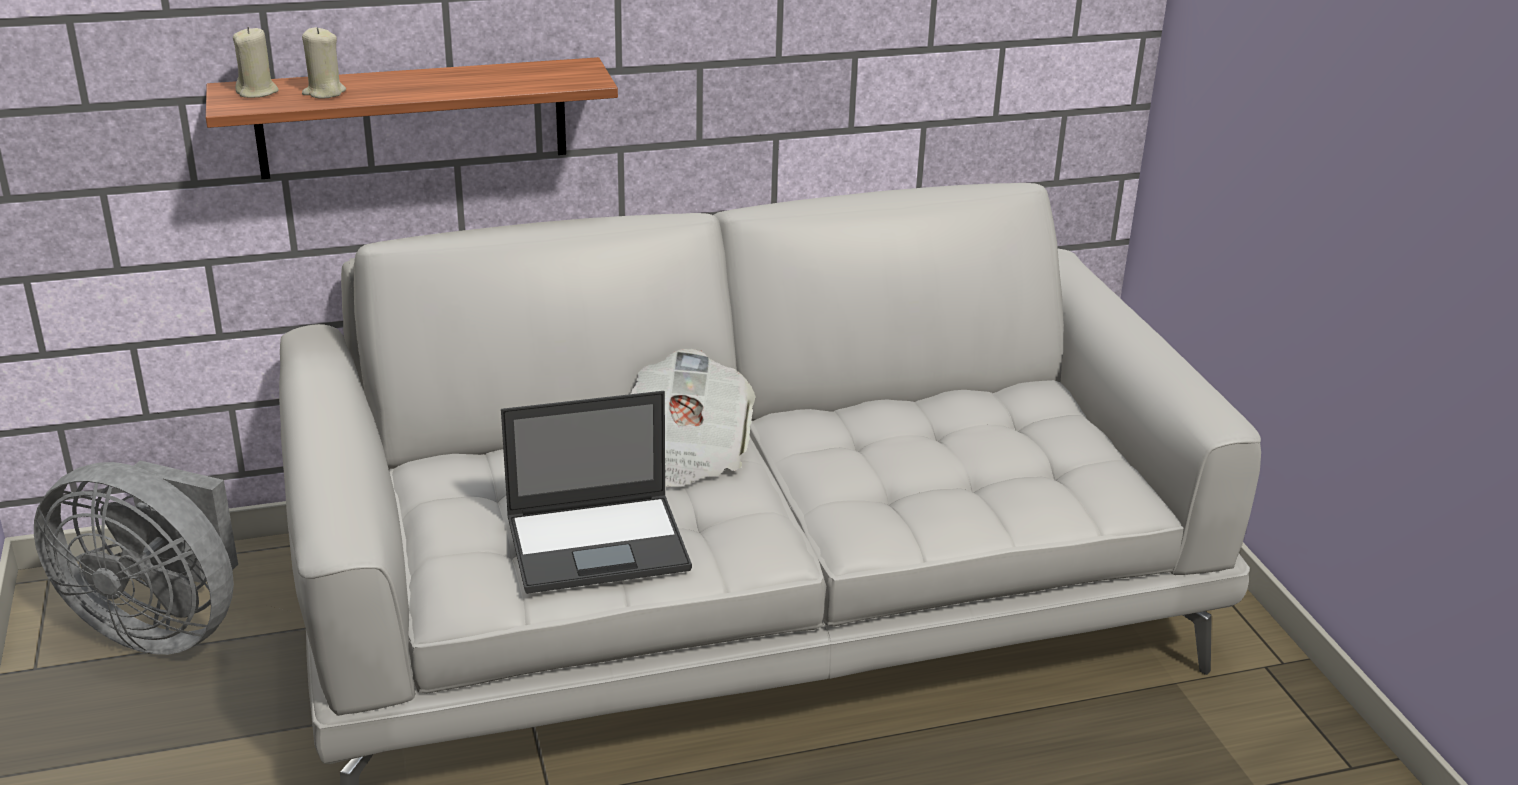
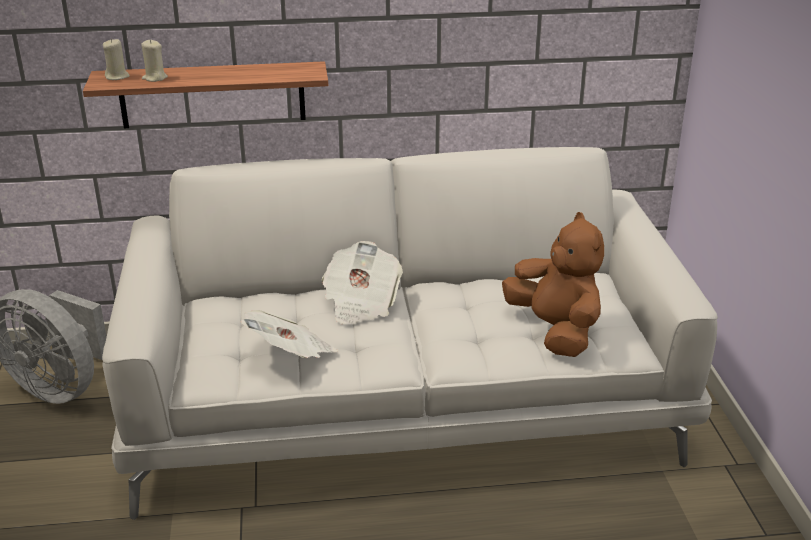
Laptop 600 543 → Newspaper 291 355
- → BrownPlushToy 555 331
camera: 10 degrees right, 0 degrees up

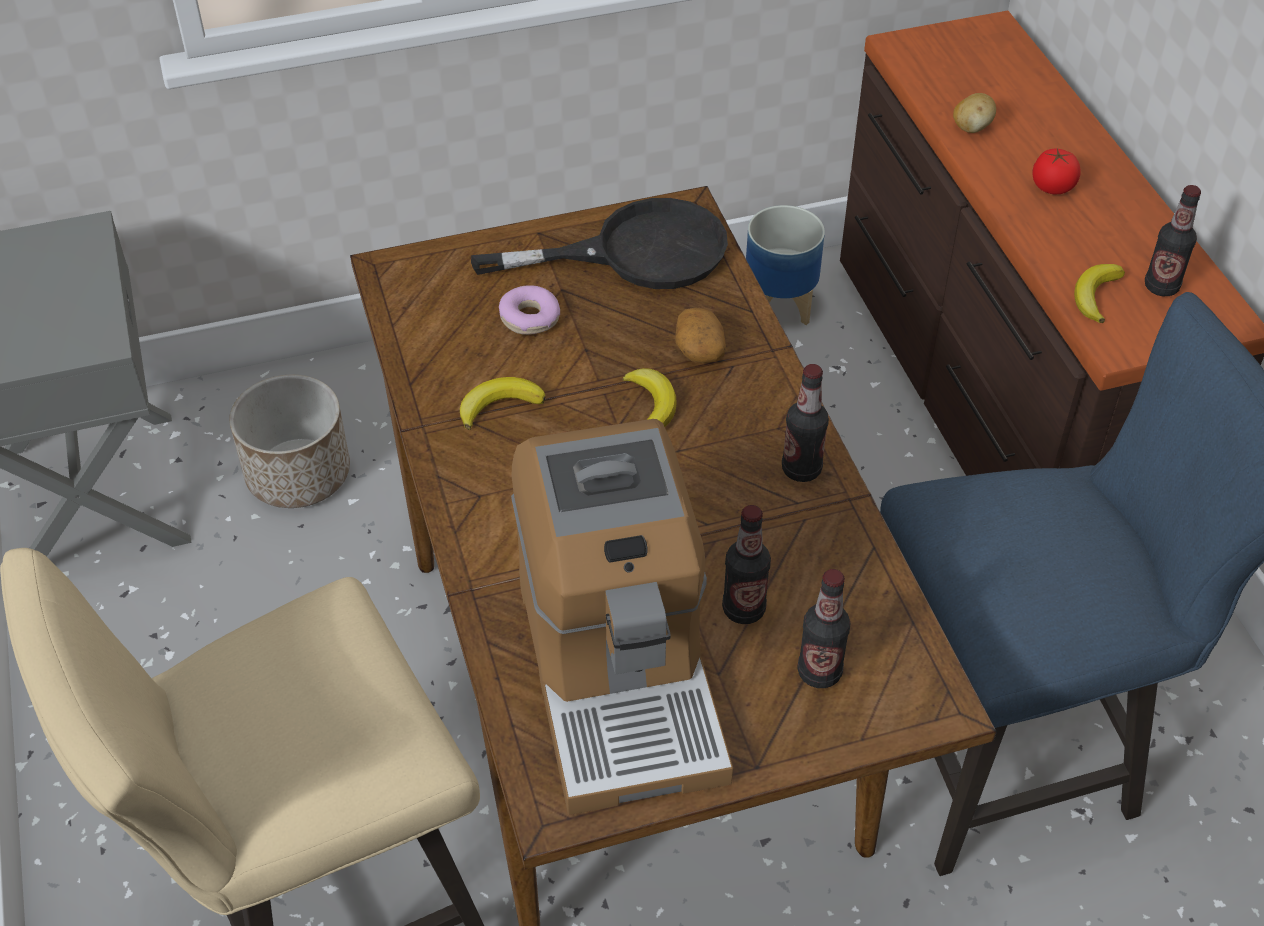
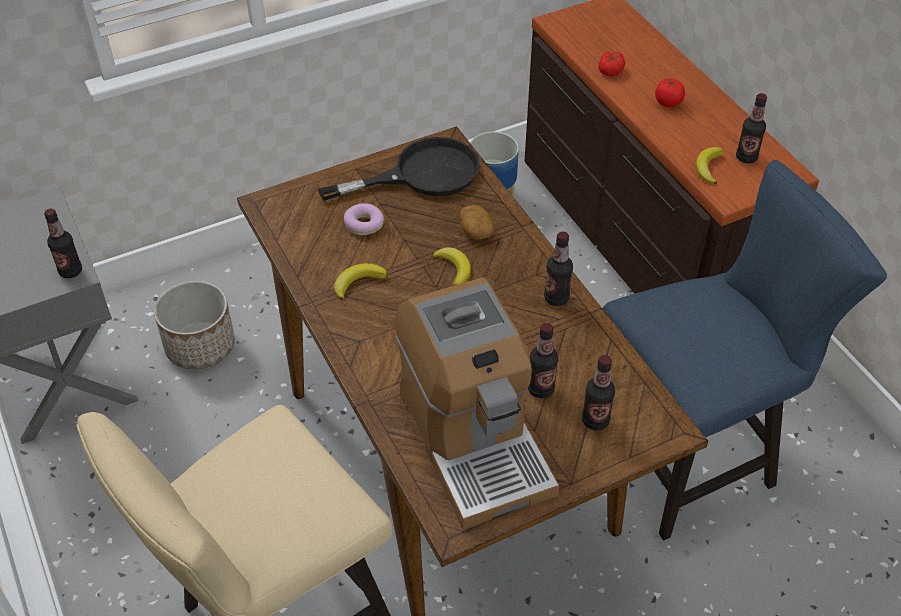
- → Bottle 70 271
Potato 972 128 → Tomato 611 70
camera: 10 degrees left, 0 degrees up

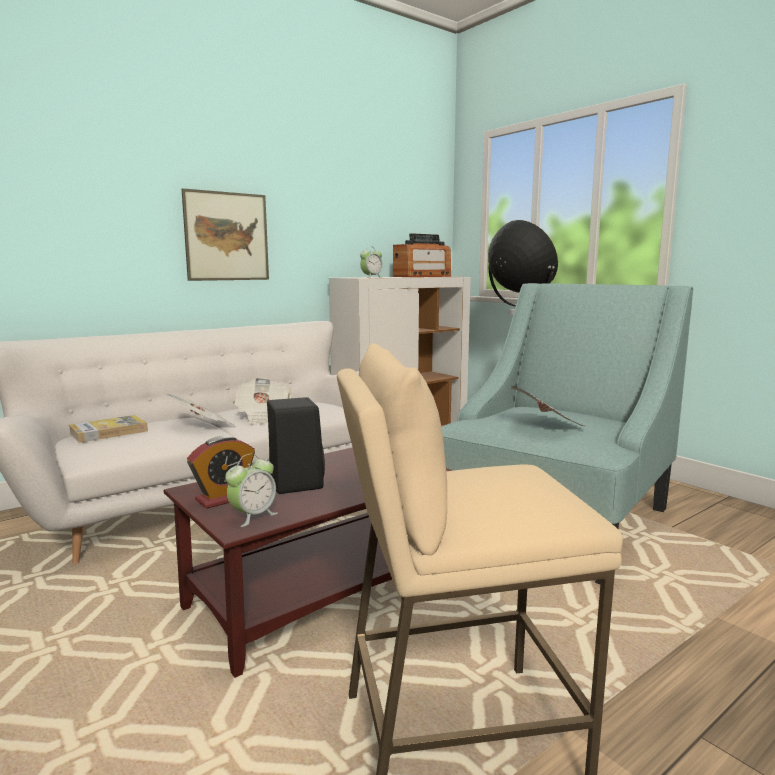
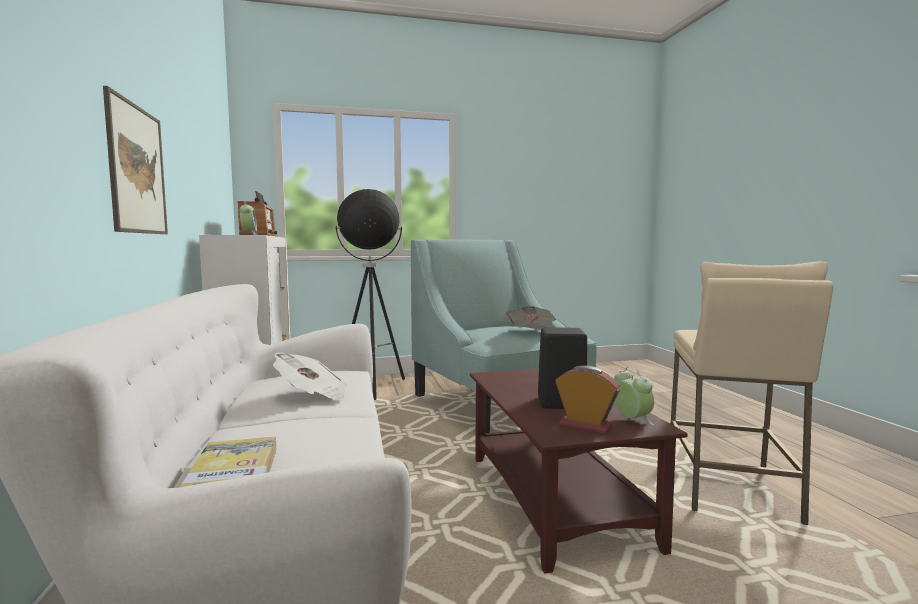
AlarmClock 224 498 → AlarmClock 585 426, 45 degrees counterclockwise
Newspaper 202 426 → -
camera: 65 degrees left, 5 degrees down

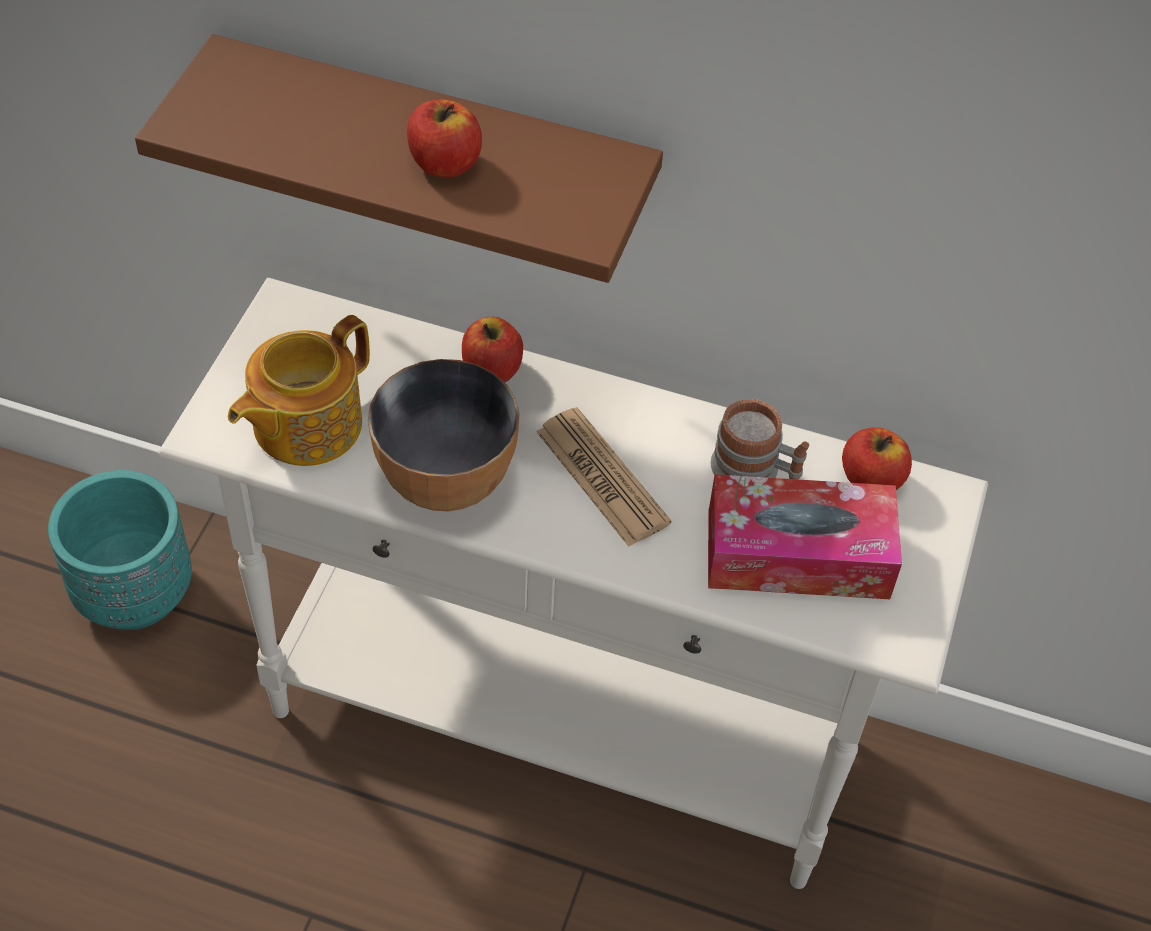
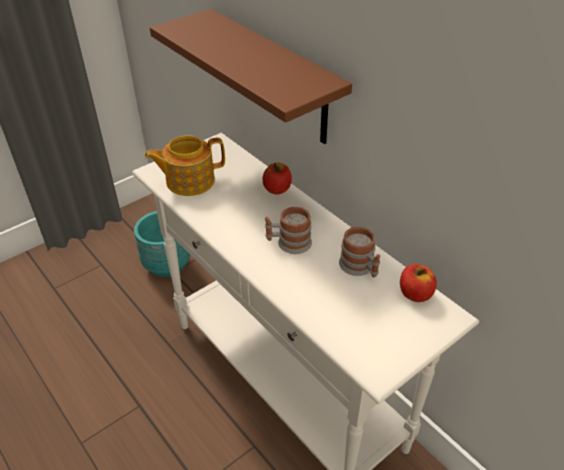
Newspaper 602 477 → Mug 288 243
Bowl 446 478 → -
Apple 444 163 → -
TissueBox 797 554 → -
camera: 35 degrees right, 10 degrees down

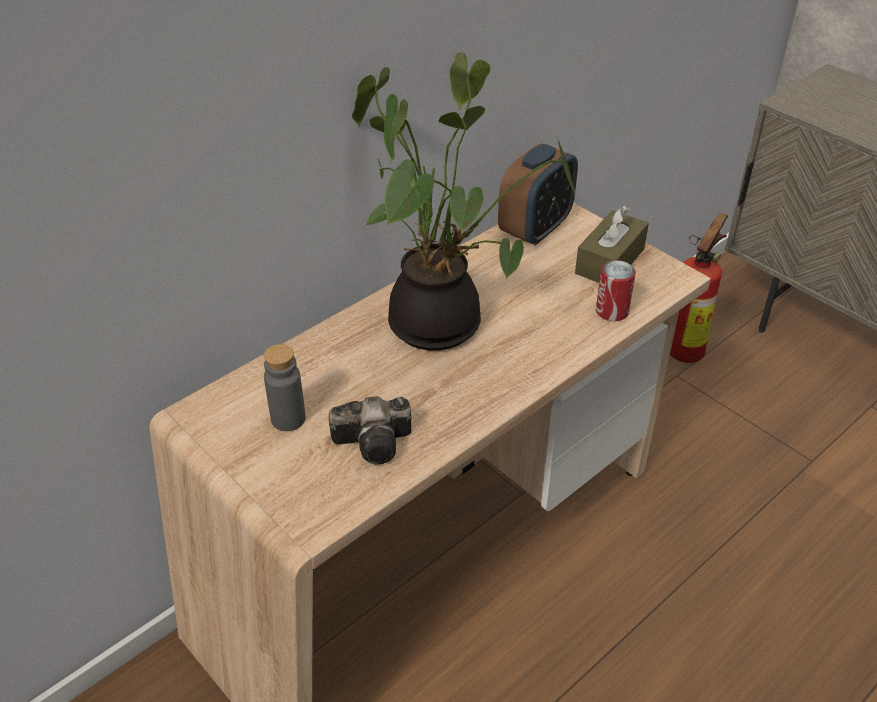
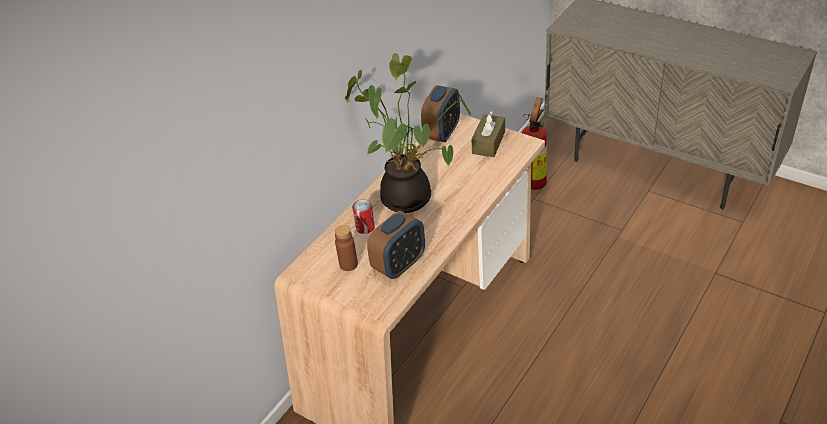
GreyBottle 288 419 → BrownBottle 348 264
Can 612 311 → Can 365 227, relocated
PhotoCamera 377 442 → AlarmClock 399 265
camera: 10 degrees left, 0 degrees up

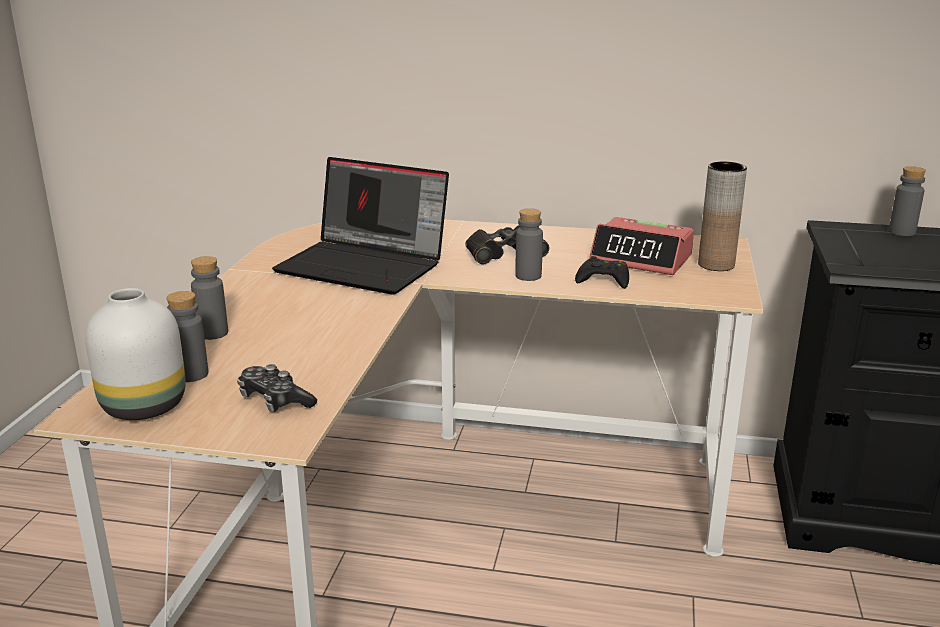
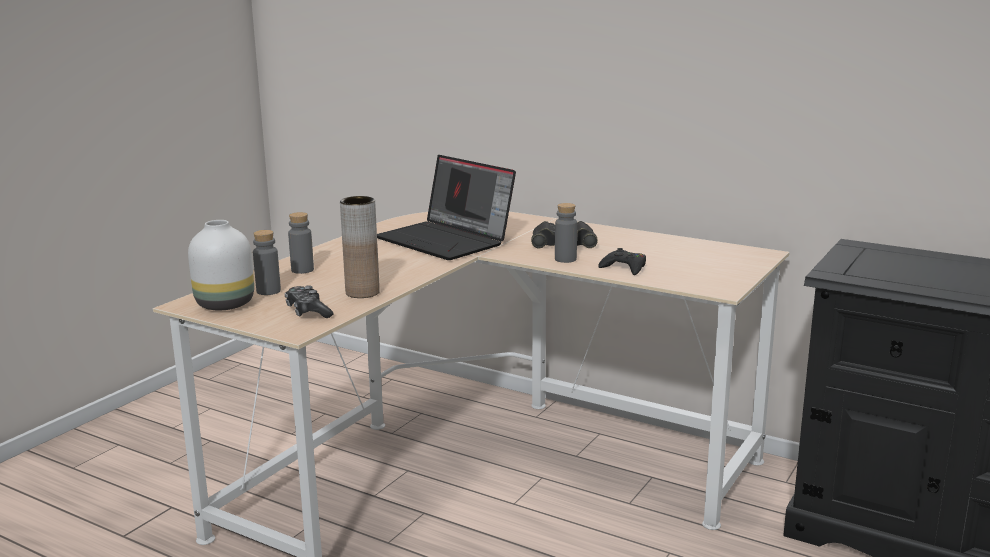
BrownVase 716 265 → BrownVase 362 292, relocated
AlarmClock 641 259 → -
GreyBottle 902 232 → -
camera: 20 degrees right, 5 degrees down

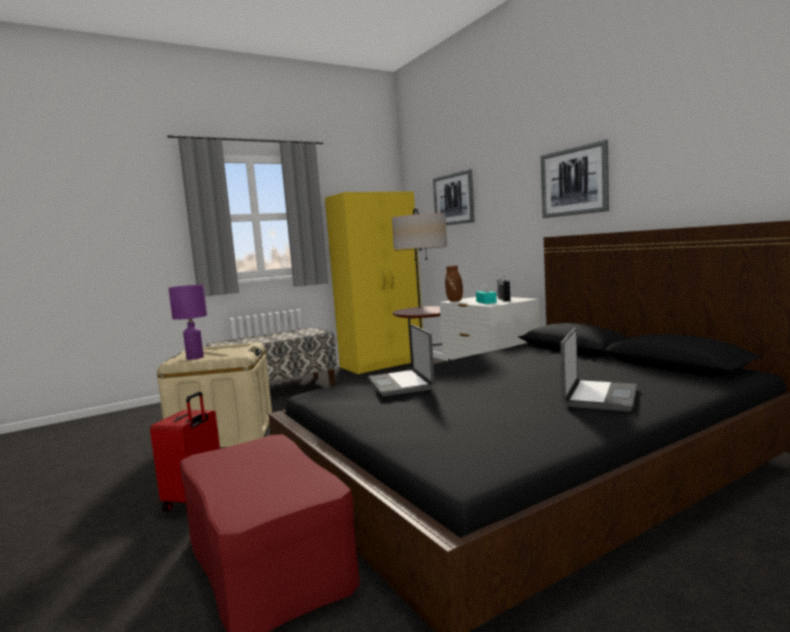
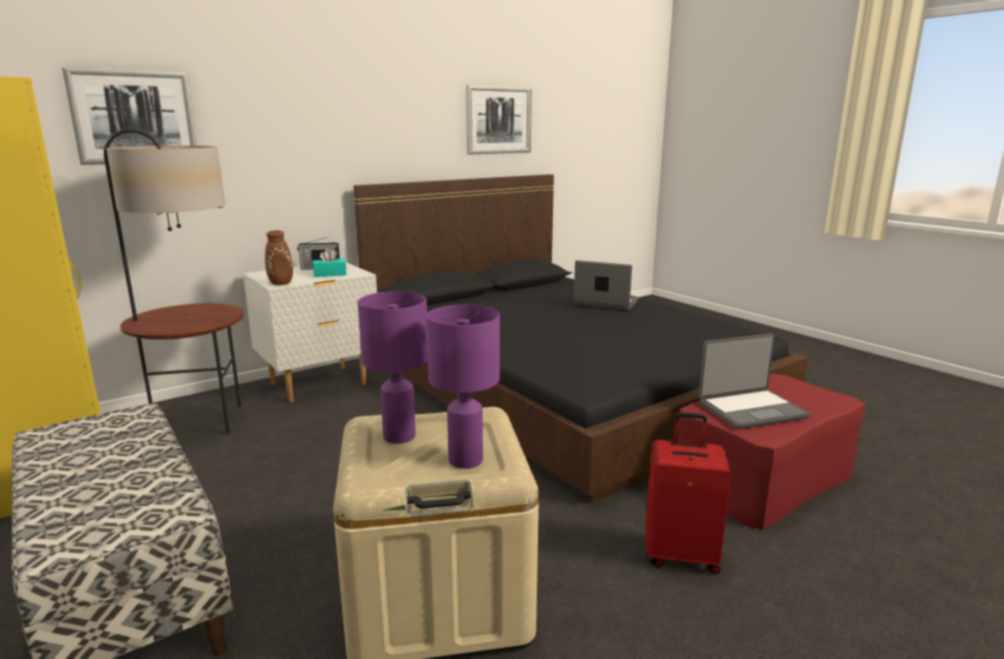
- → PurpleTableLamp 399 436
Picture 574 181 → Picture 498 120, relocated
Laptop 401 384 → Laptop 750 409, relocated
camera: 95 degrees left, 10 degrees up

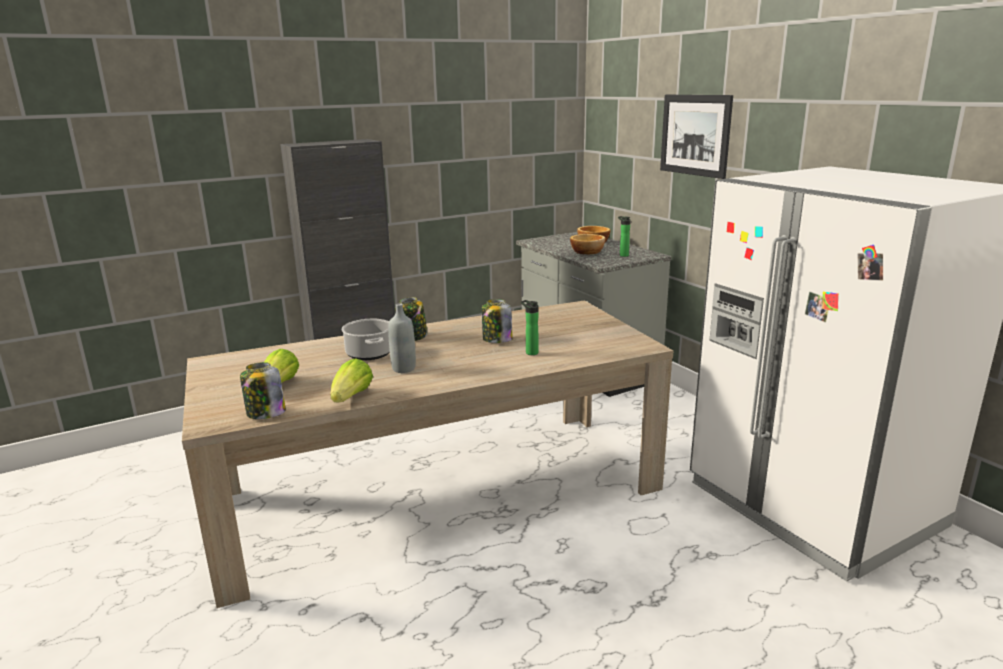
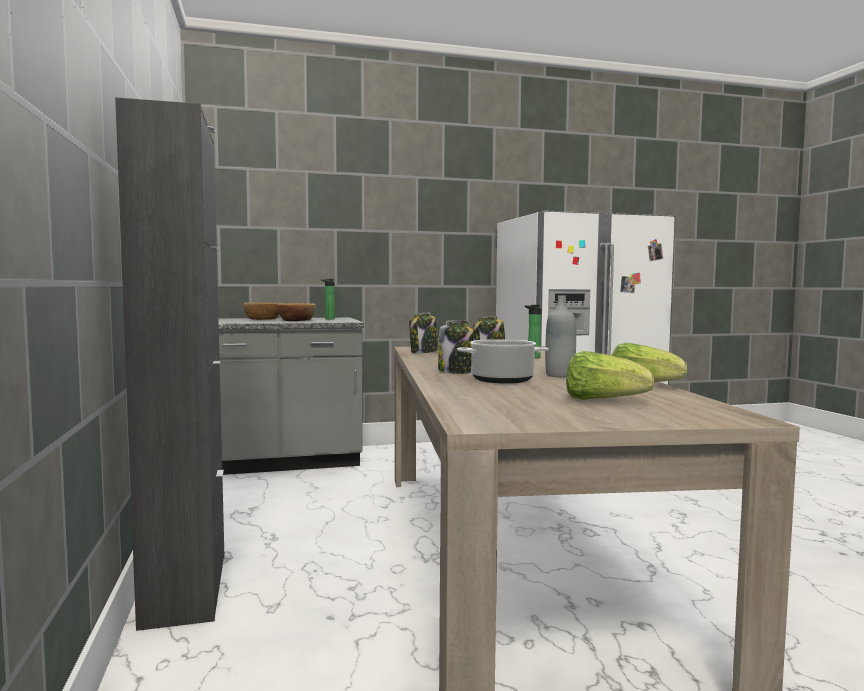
Jar 265 413 → Jar 424 352, relocated
Picture 695 135 → -
camera: 75 degrees left, 15 degrees down

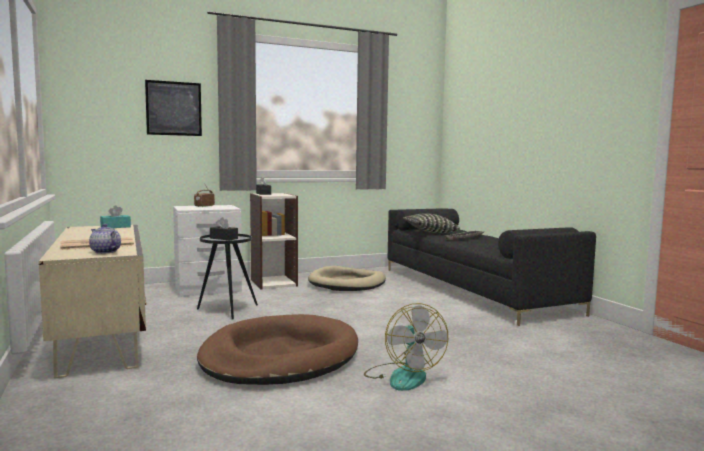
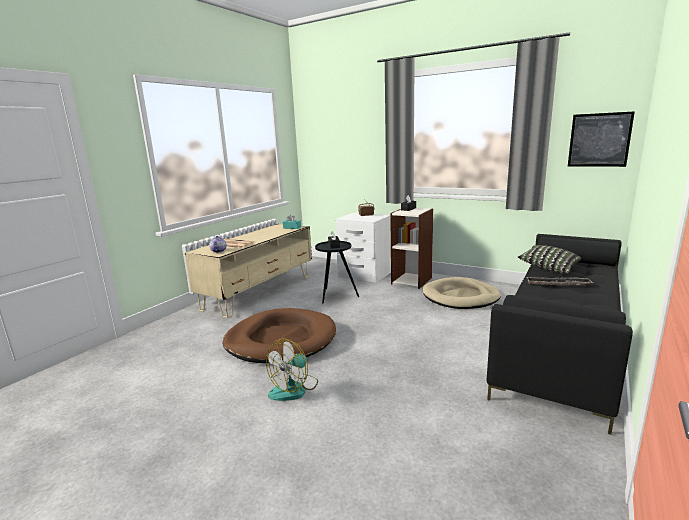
Picture 174 108 → Picture 599 140, relocated
camera: 55 degrees right, 10 degrees up

